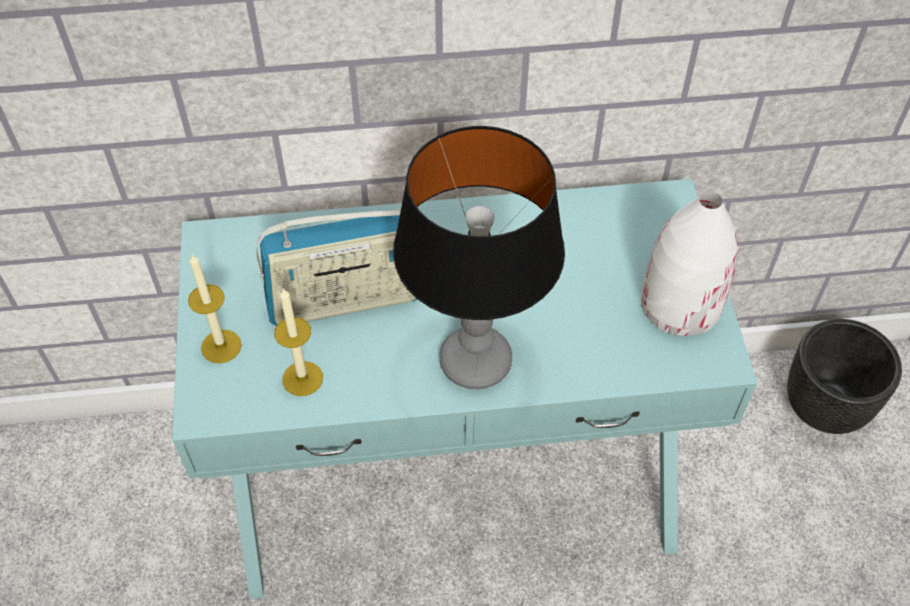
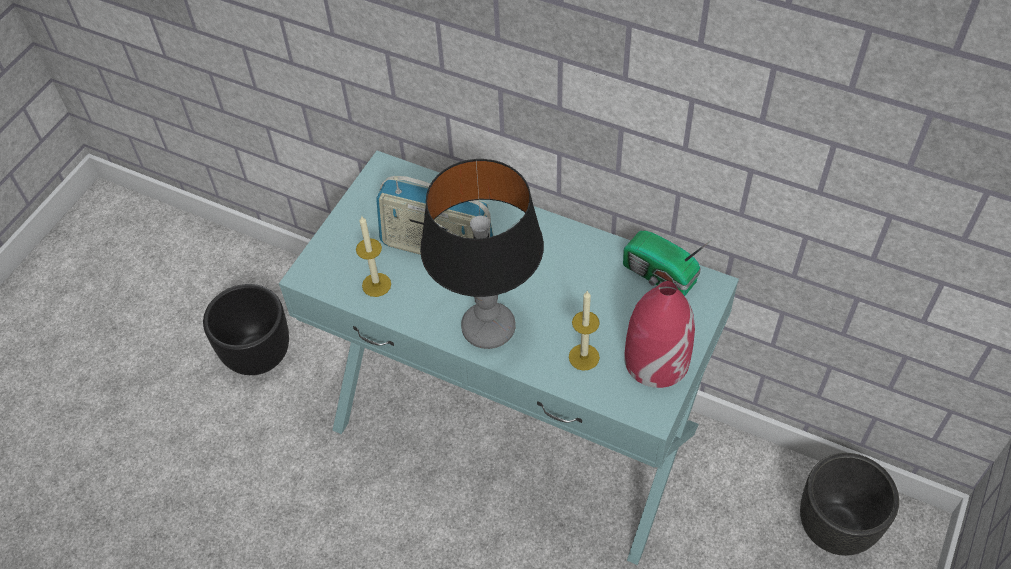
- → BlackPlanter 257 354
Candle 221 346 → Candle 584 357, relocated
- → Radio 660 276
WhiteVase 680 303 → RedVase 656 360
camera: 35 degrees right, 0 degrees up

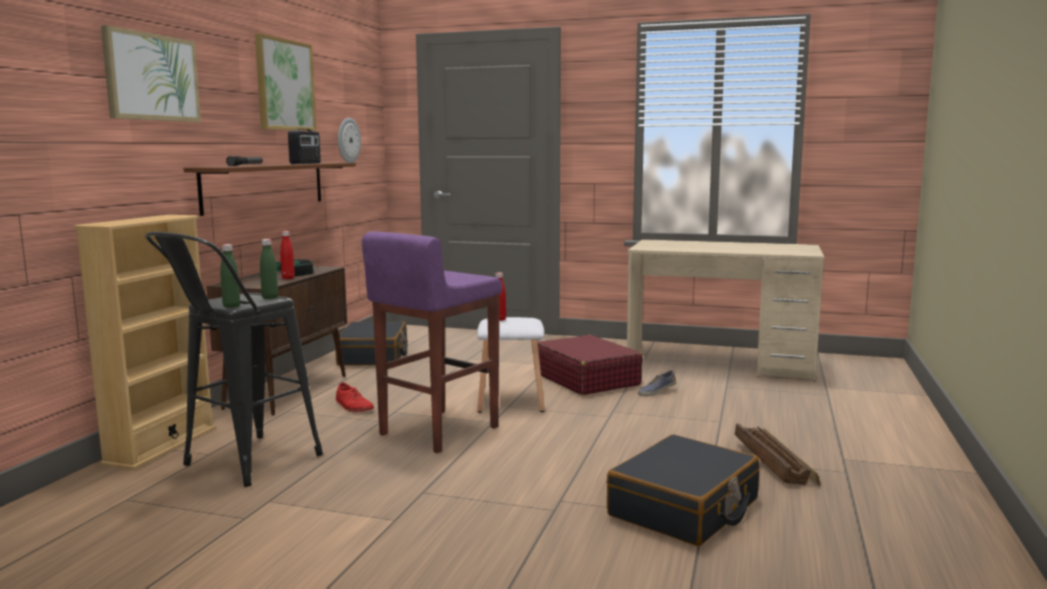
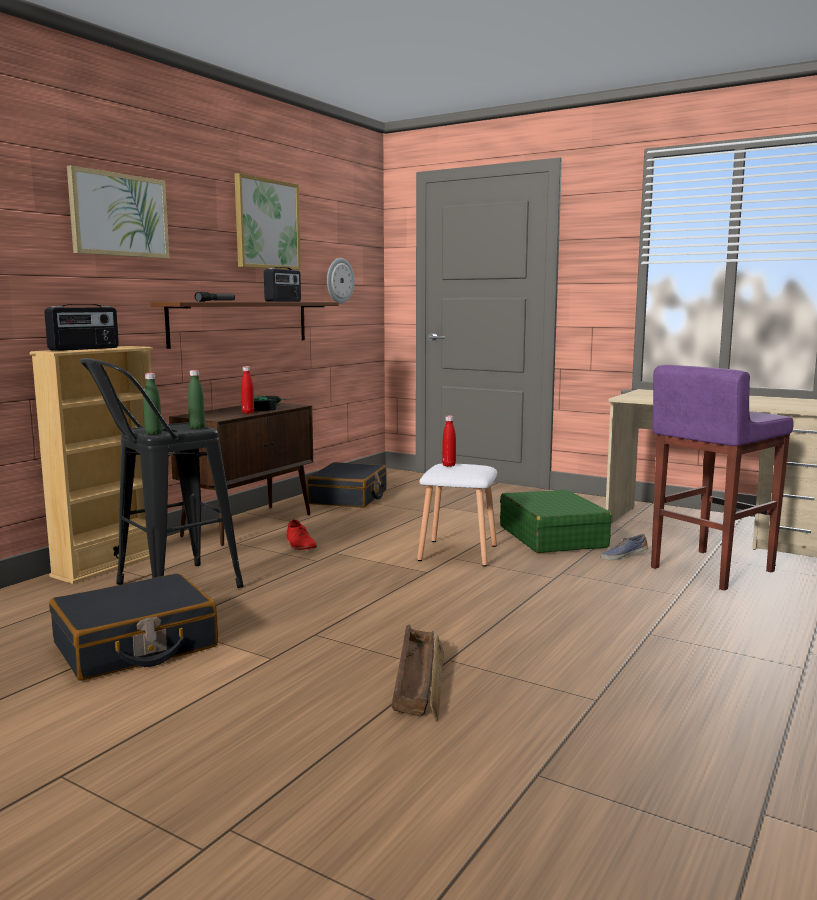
- → Radio 84 349
BlackSuitcase 684 508 → BlackSuitcase 135 646, relocated
Crate 773 463 → Crate 419 682, relocated
RedSuitcase 586 379 → GreenSuitcase 552 537
PurpleStool 437 431 → PurpleStool 709 569, relocated
camera: 15 degrees right, 0 degrees up

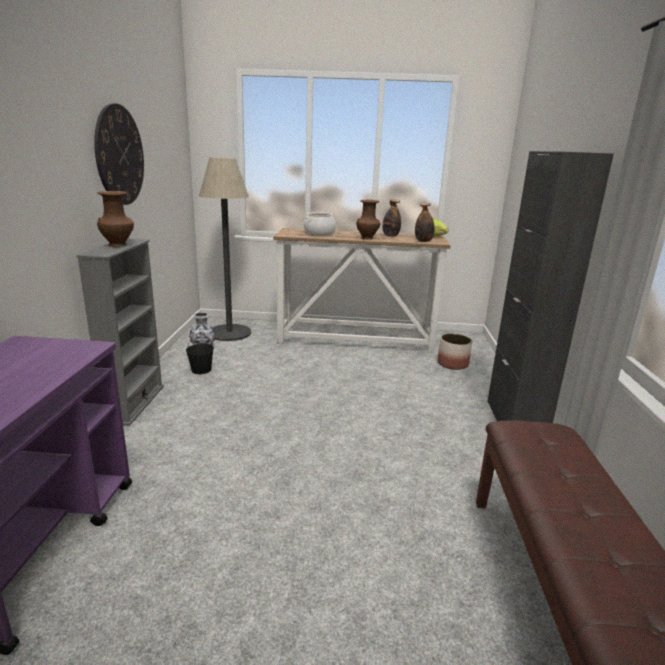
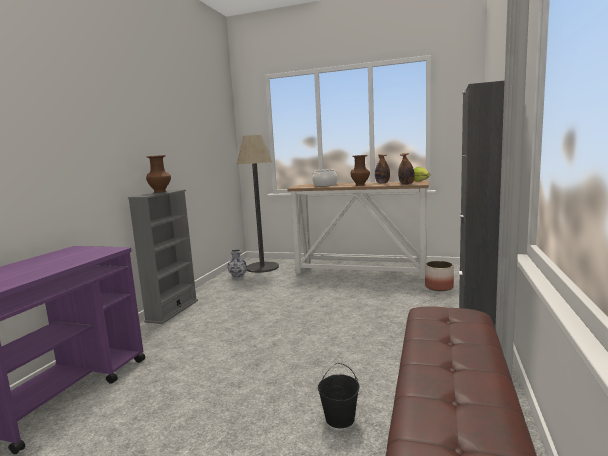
BlackBucket 201 370 → BlackBucket 339 418, relocated
WallClock 120 155 → -
camera: 15 degrees right, 10 degrees down

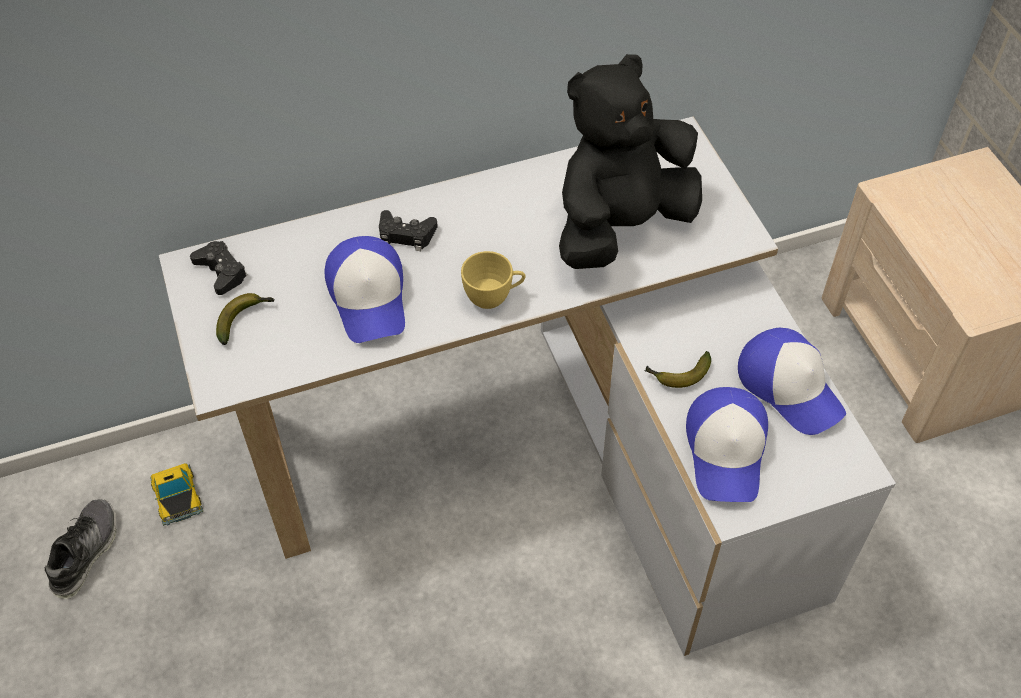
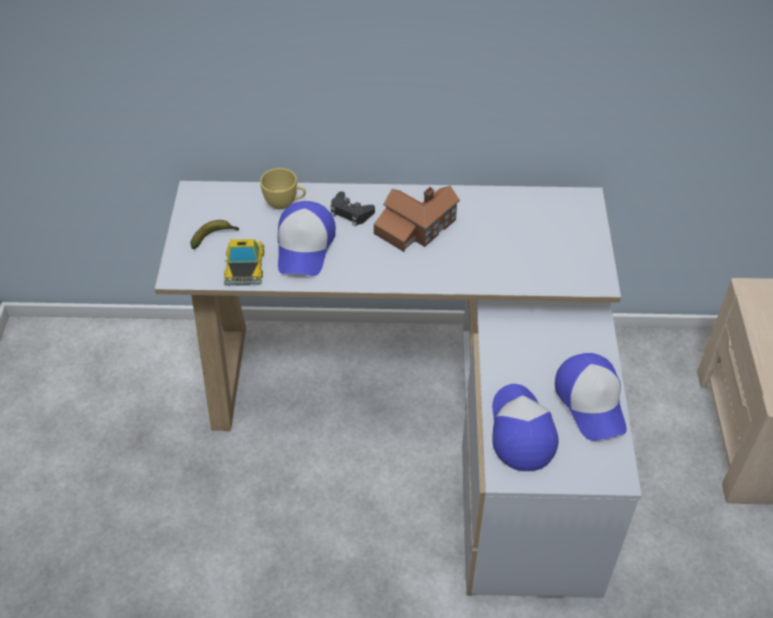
ToyCar 177 495 → ToyCar 244 266, relocated
YellowCup 494 297 → YellowCup 285 203, relocated
- → ToyHouse 415 227
Cap 726 451 → Cap 520 431, 150 degrees clockwise
Shoe 85 552 → -
BlackGameController 221 272 → -
BlackPlushToy 621 225 → -
Banana 678 375 → -
camera: 20 degrees right, 5 degrees down

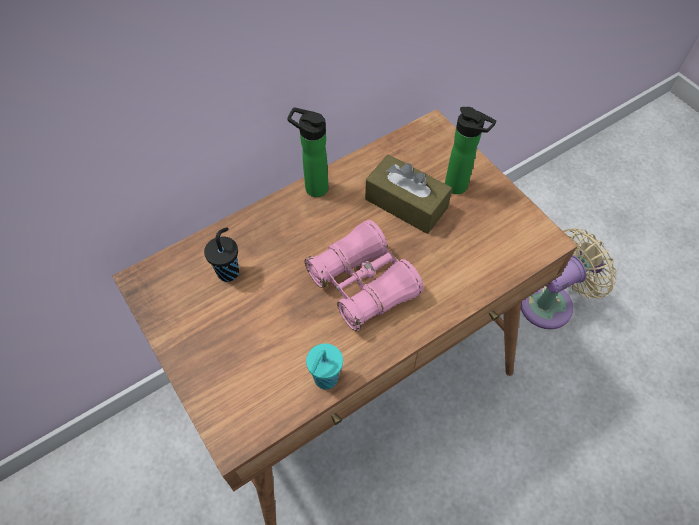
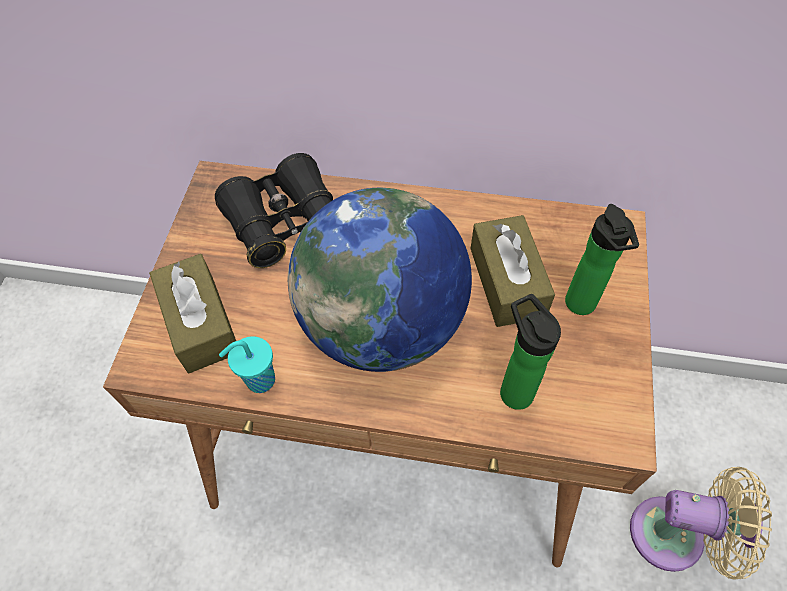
- → BrownTissueBox 200 323
BlackCup 228 271 → BlackBinoculars 285 223
PinkBinoculars 363 284 → Globe 383 324
Bottle 313 187 → Bottle 513 389, relocated
camera: 45 degrees right, 0 degrees up

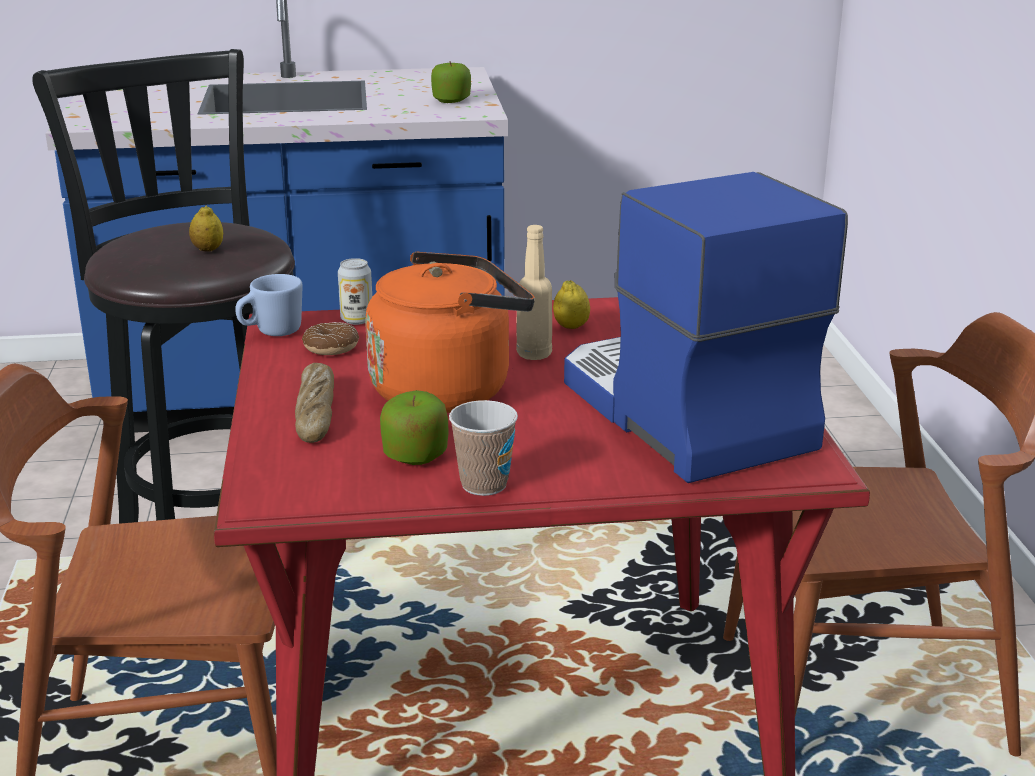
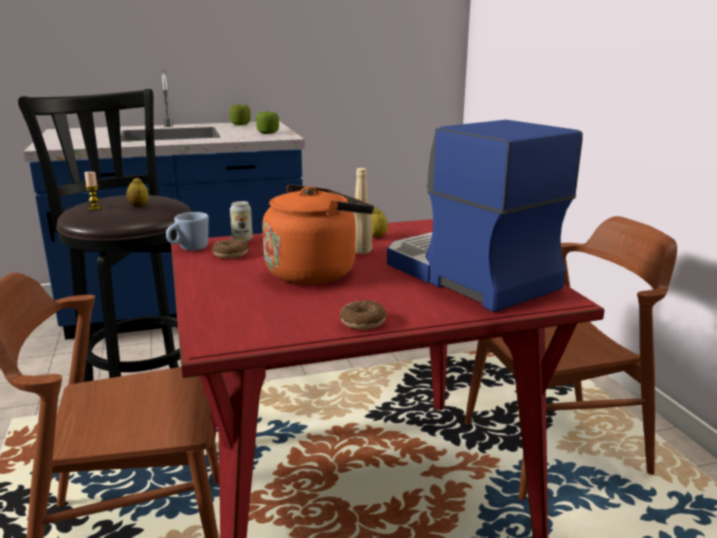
- → Candle 95 208
Apple 415 455 → Apple 240 124, relocated
Cup 484 484 → Donut 363 322
Bread 316 413 → -
camera: 10 degrees left, 5 degrees down

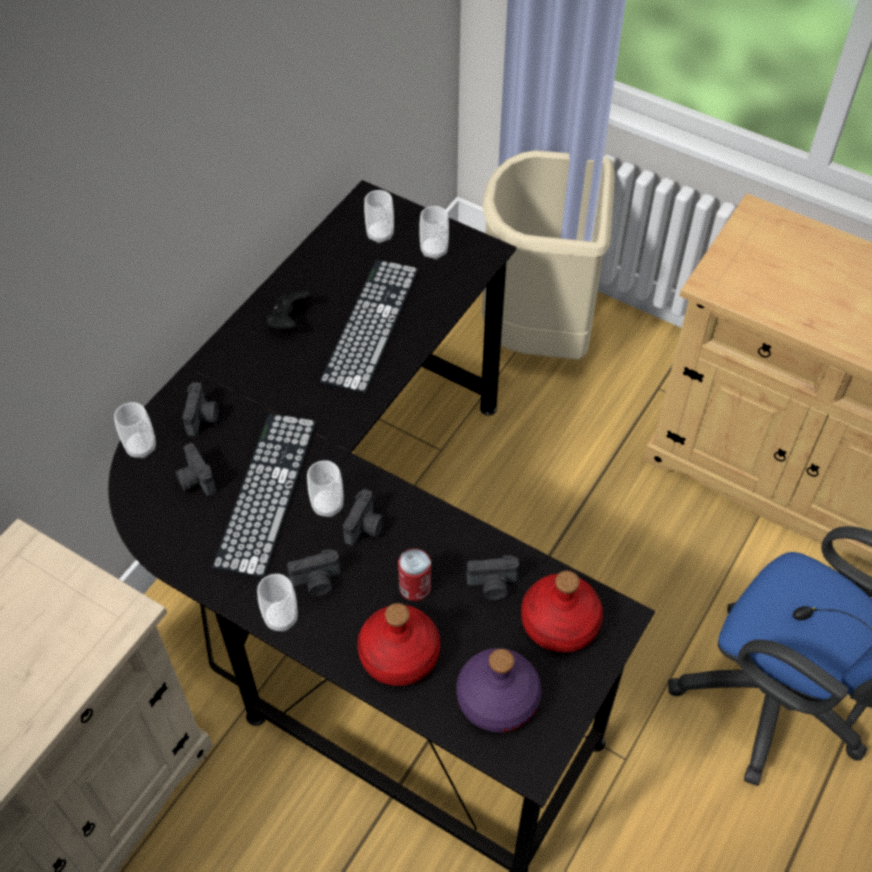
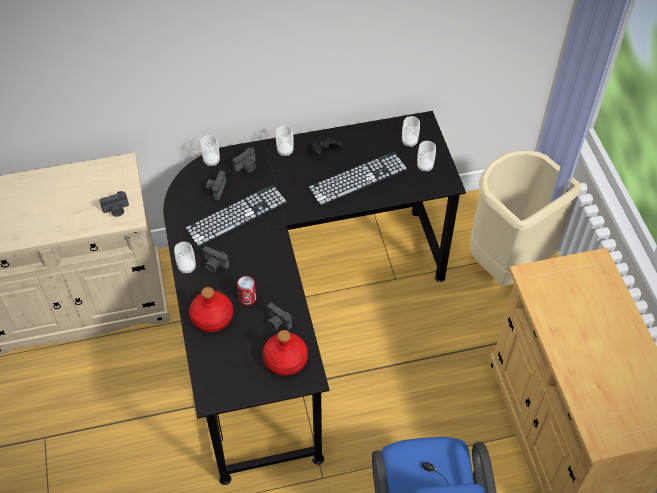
PhotoCamera 365 527 → PhotoCamera 116 210, relocated
Cup 327 505 → Cup 285 151, relocated
PurpleBottle 497 697 → -
camera: 45 degrees right, 0 degrees up

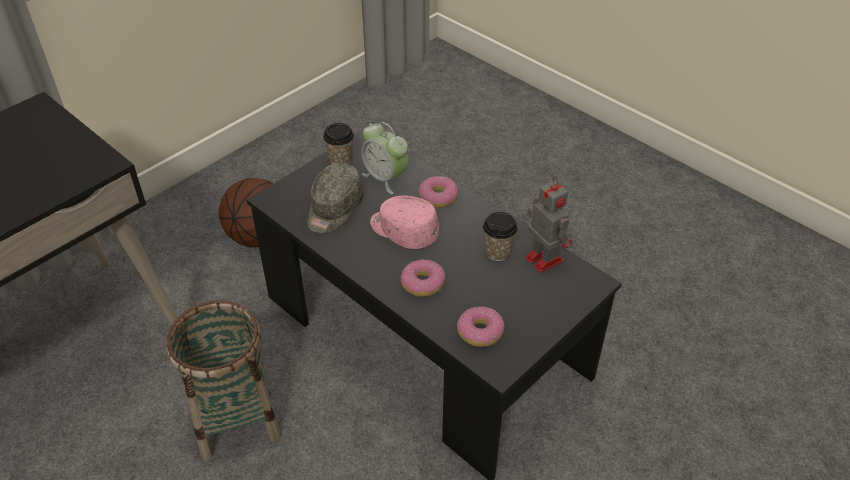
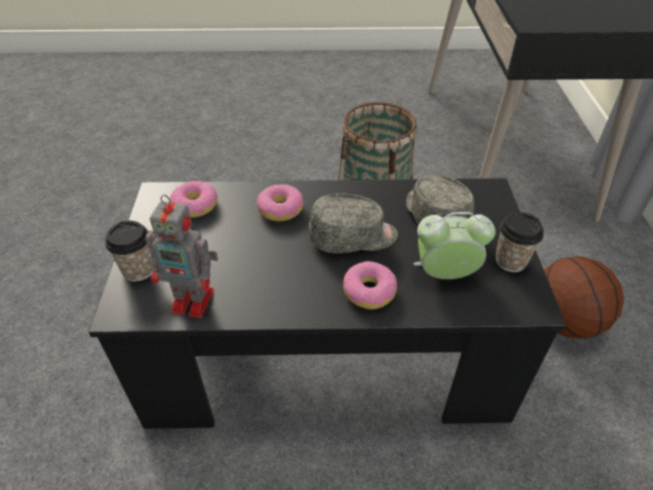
Cup 498 252 → Cup 138 270, relocated
PinkCap 403 231 → GreyCap 353 237
camera: 135 degrees right, 0 degrees up

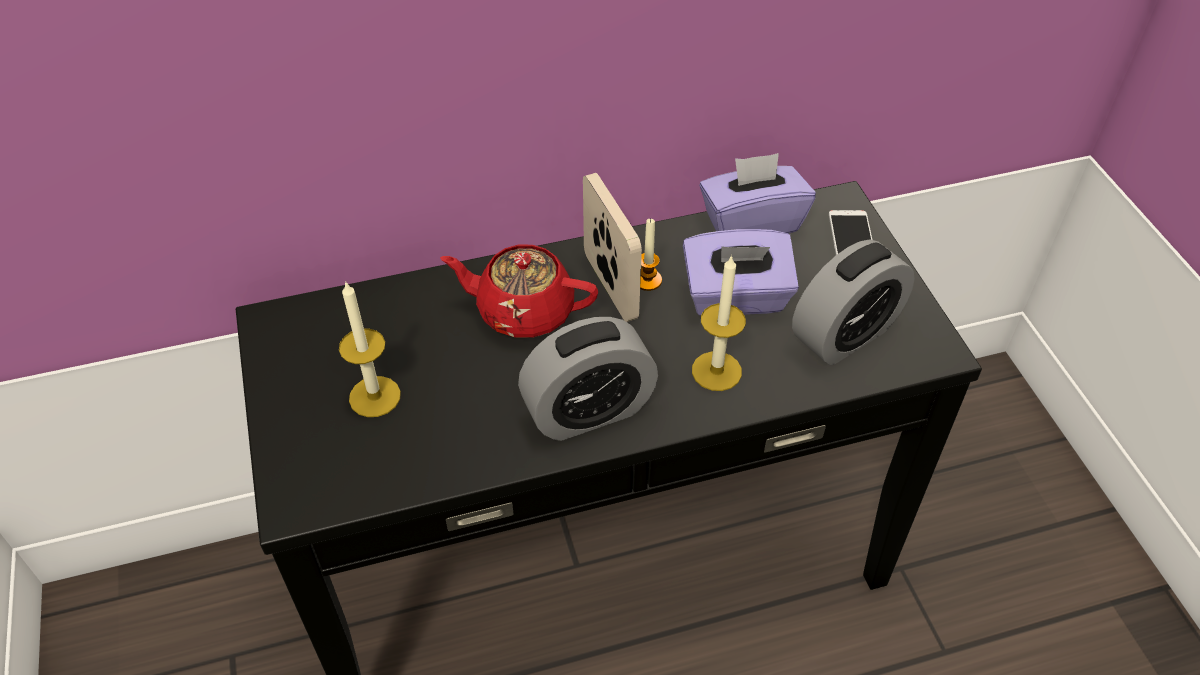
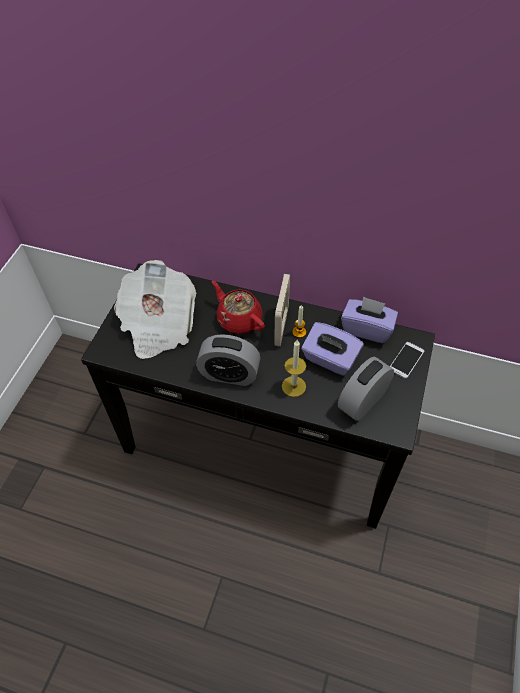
Candle 375 396 → Newspaper 158 325
AlarmClock 845 335 → AlarmClock 362 401, 135 degrees clockwise
camera: 35 degrees right, 5 degrees up

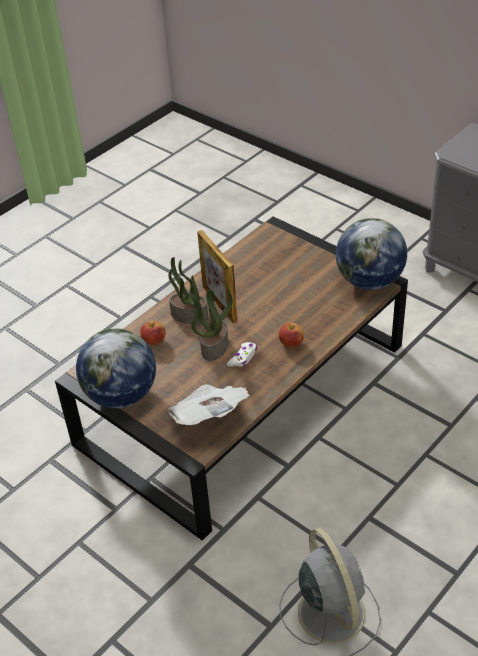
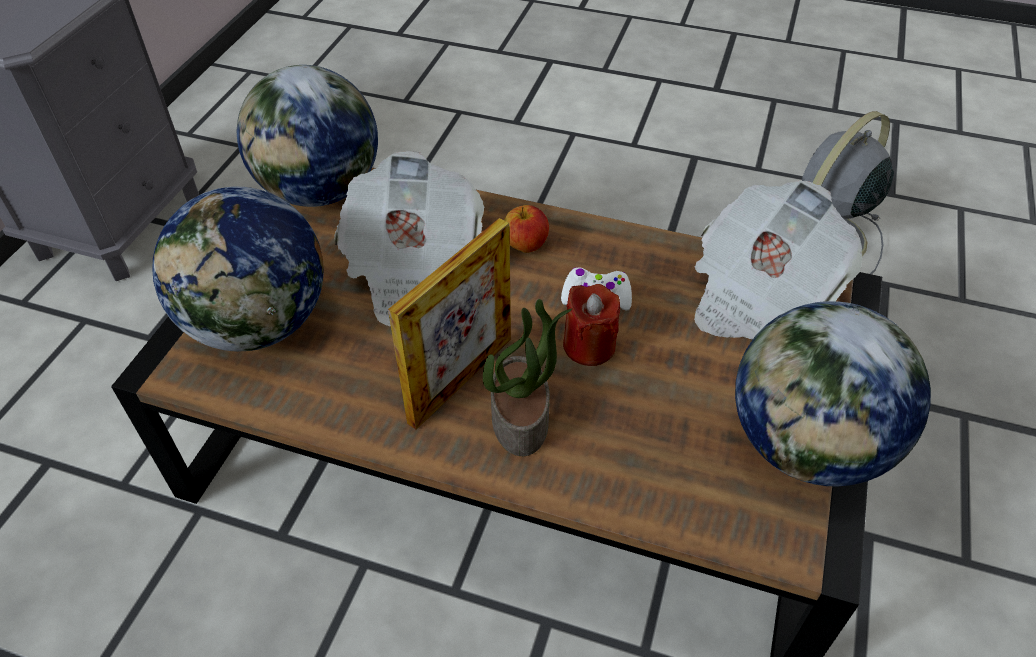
- → Globe 260 324
- → Newspaper 413 270
PottedPlant 214 346 → RedCandle 589 346
Apple 154 341 → -
camera: 115 degrees left, 5 degrees up

